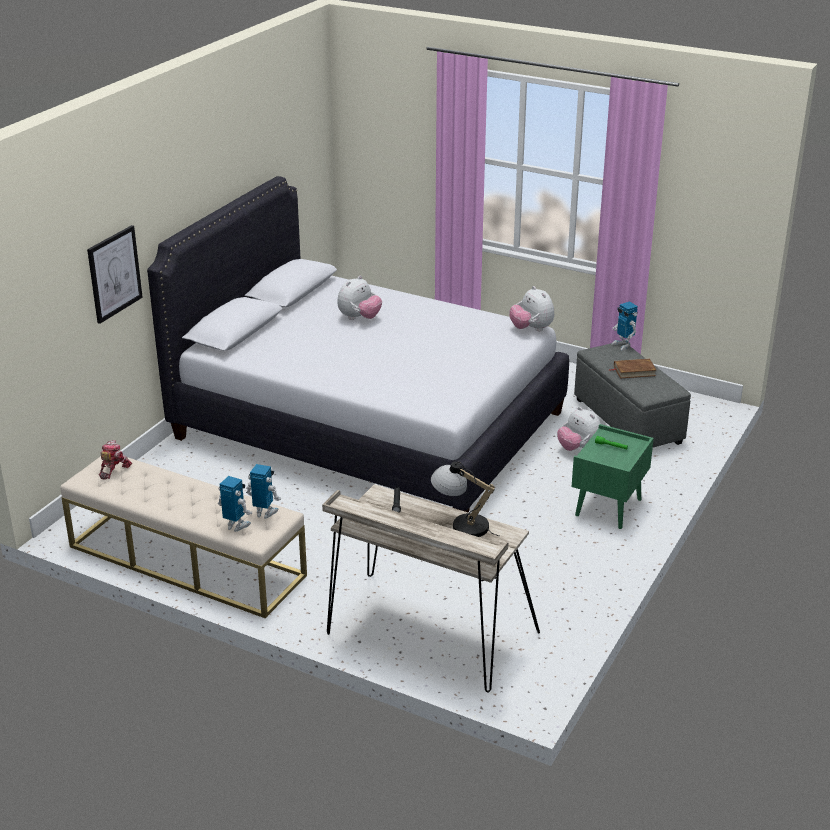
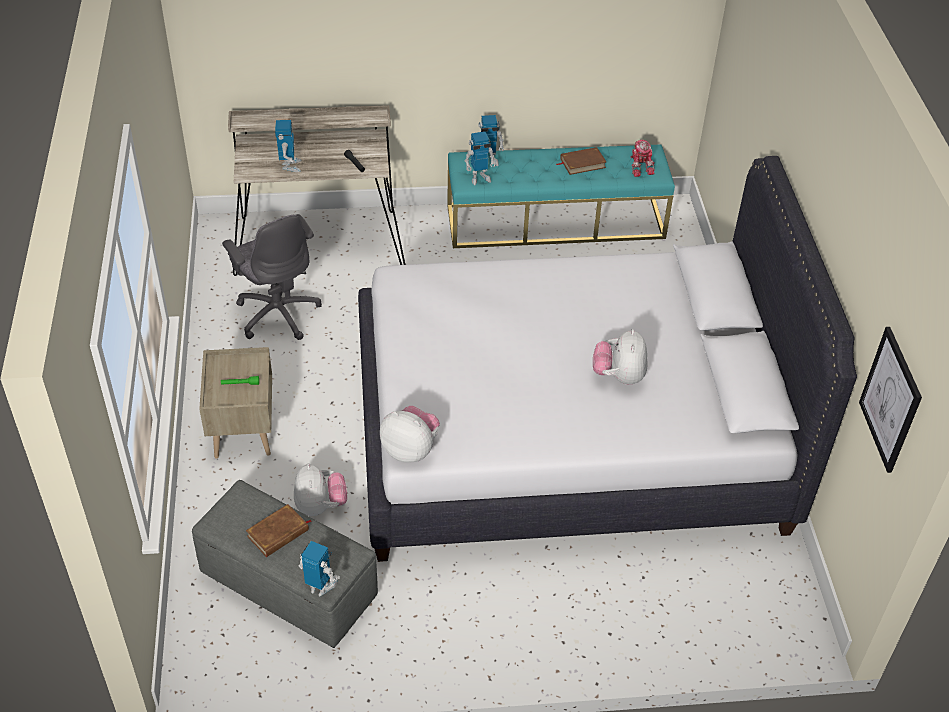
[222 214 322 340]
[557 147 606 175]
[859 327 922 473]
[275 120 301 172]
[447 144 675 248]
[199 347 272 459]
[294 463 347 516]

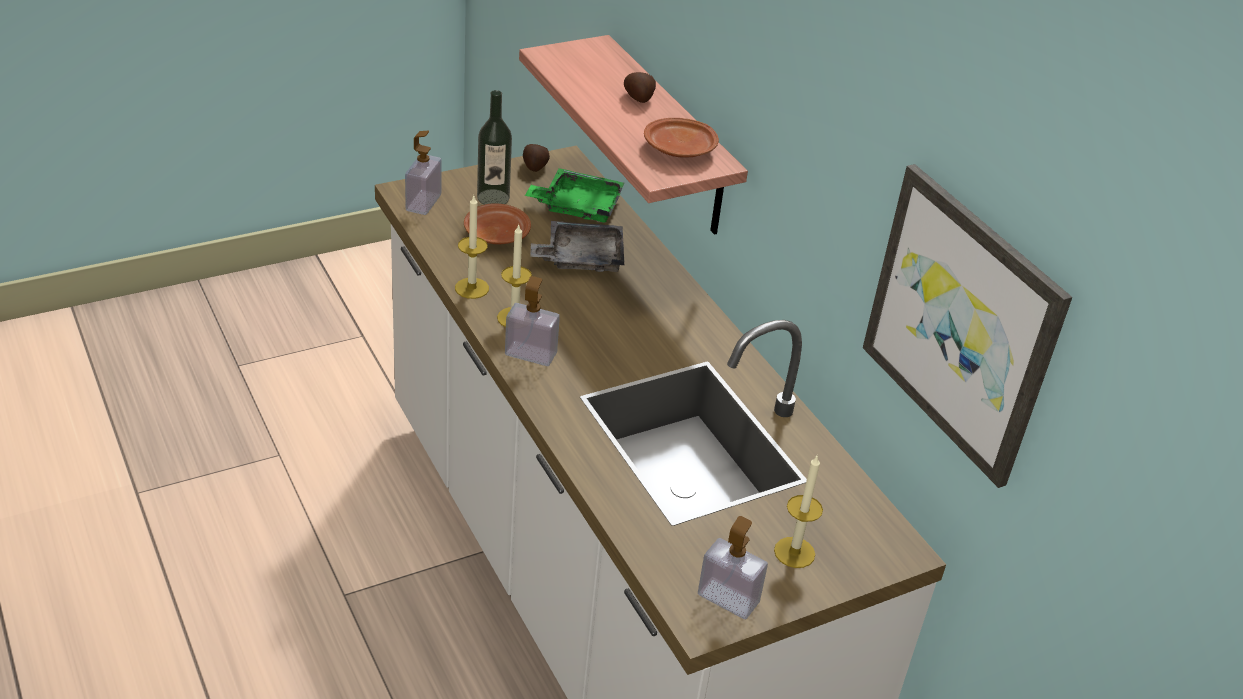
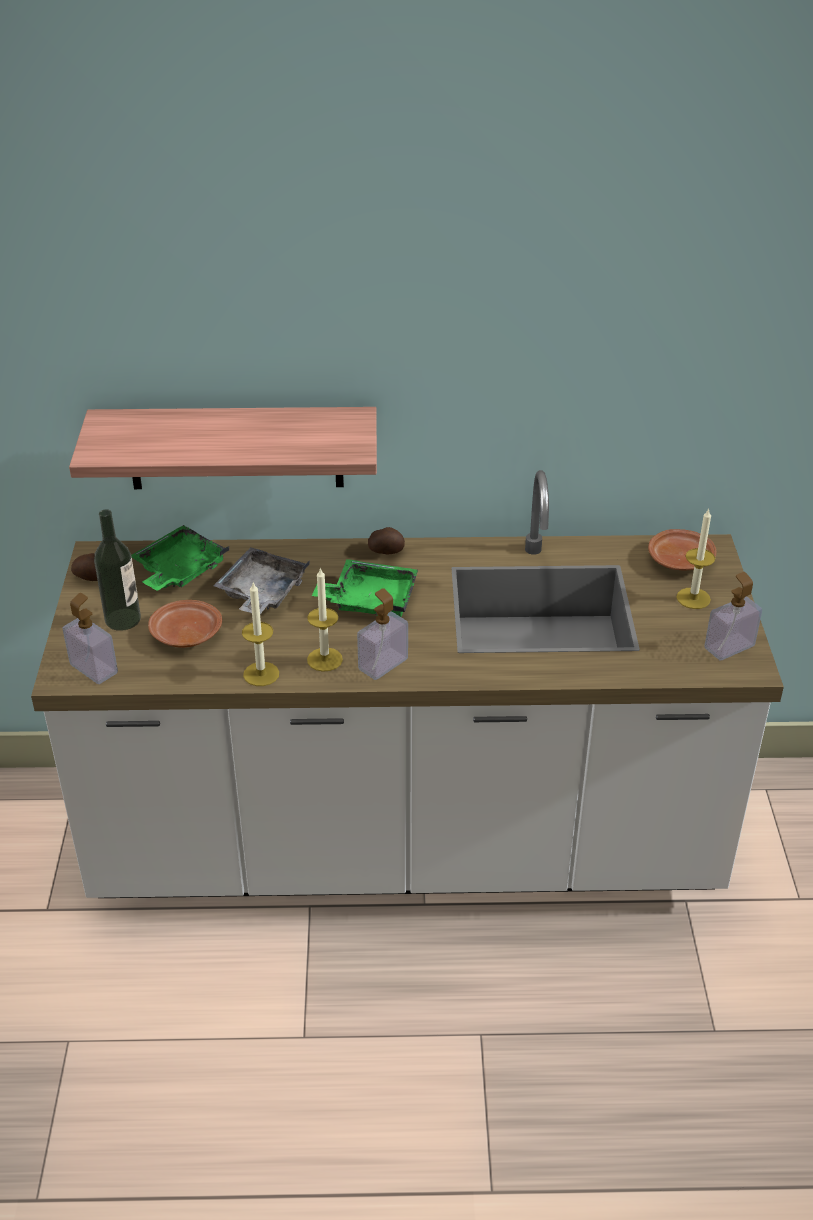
[863 164 1072 488] (first image)
[312 559 418 617]
[368 527 405 555]
[648 529 716 570]

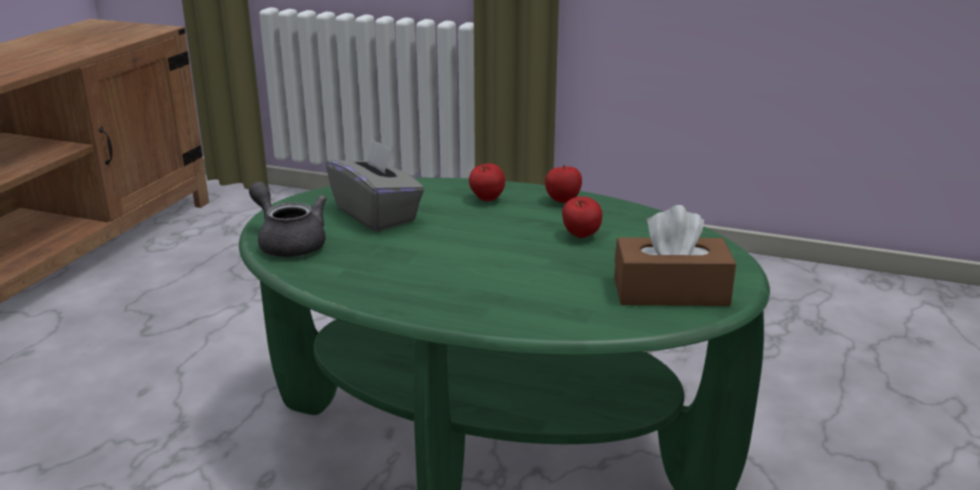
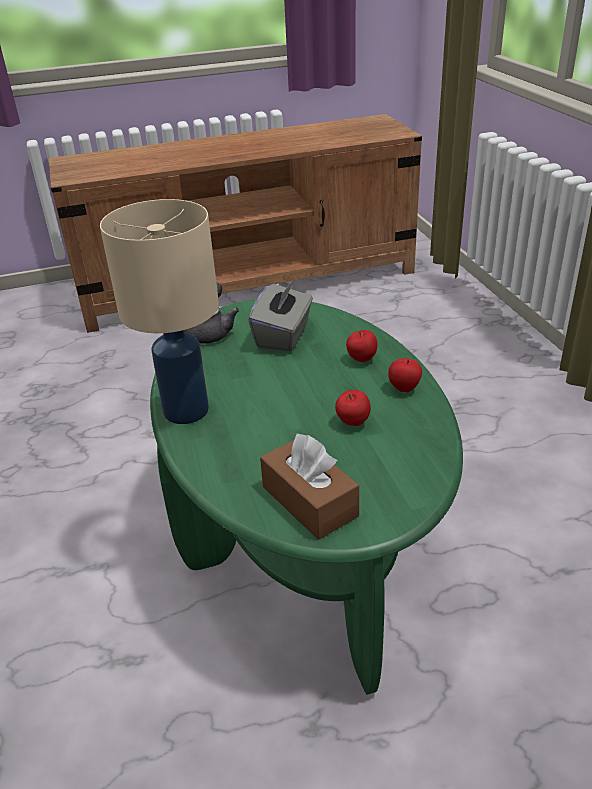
[100 199 219 424]

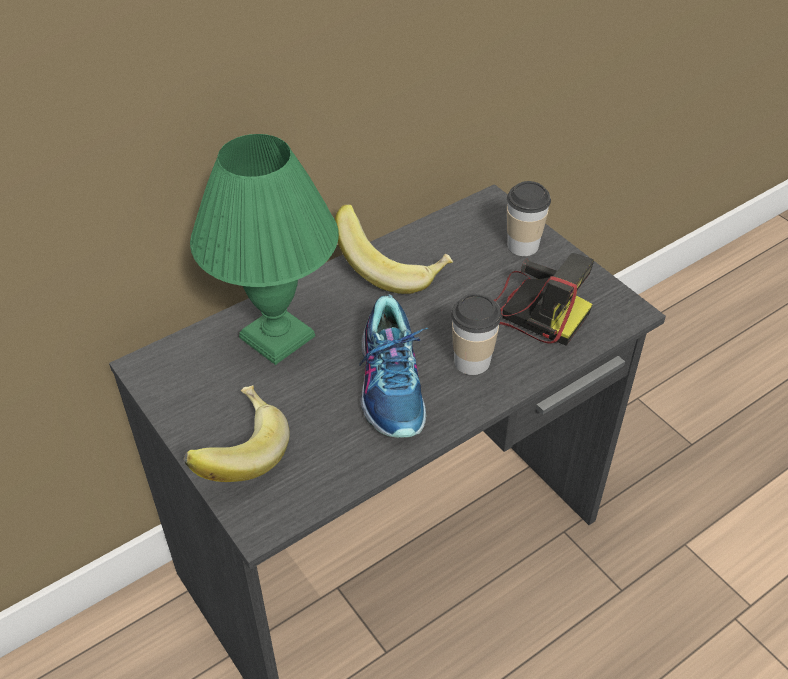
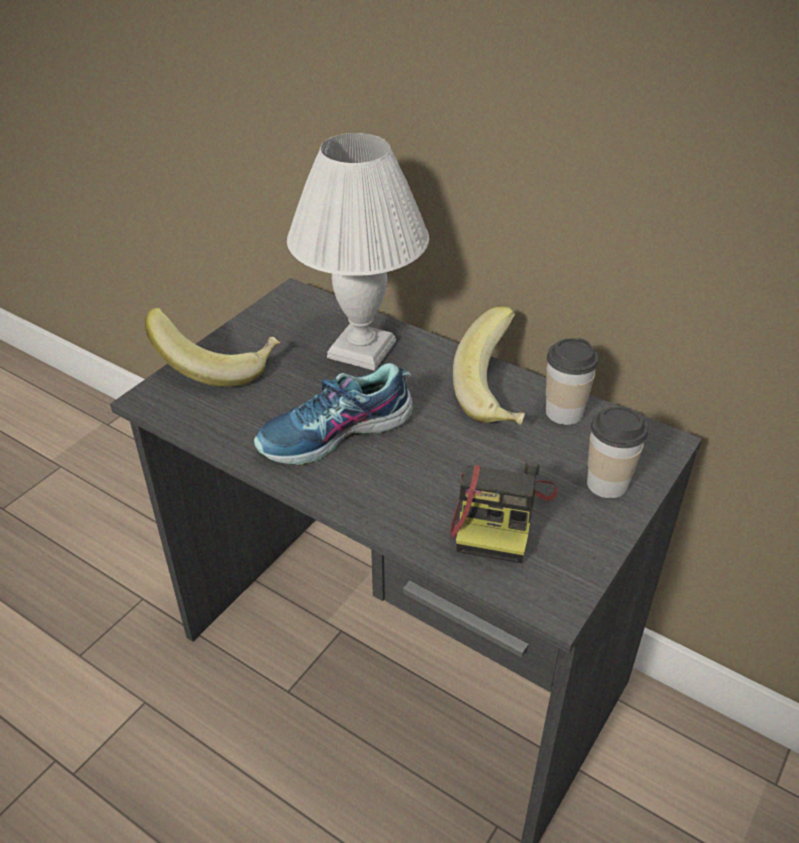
[546 338 599 425]
[287 133 429 371]

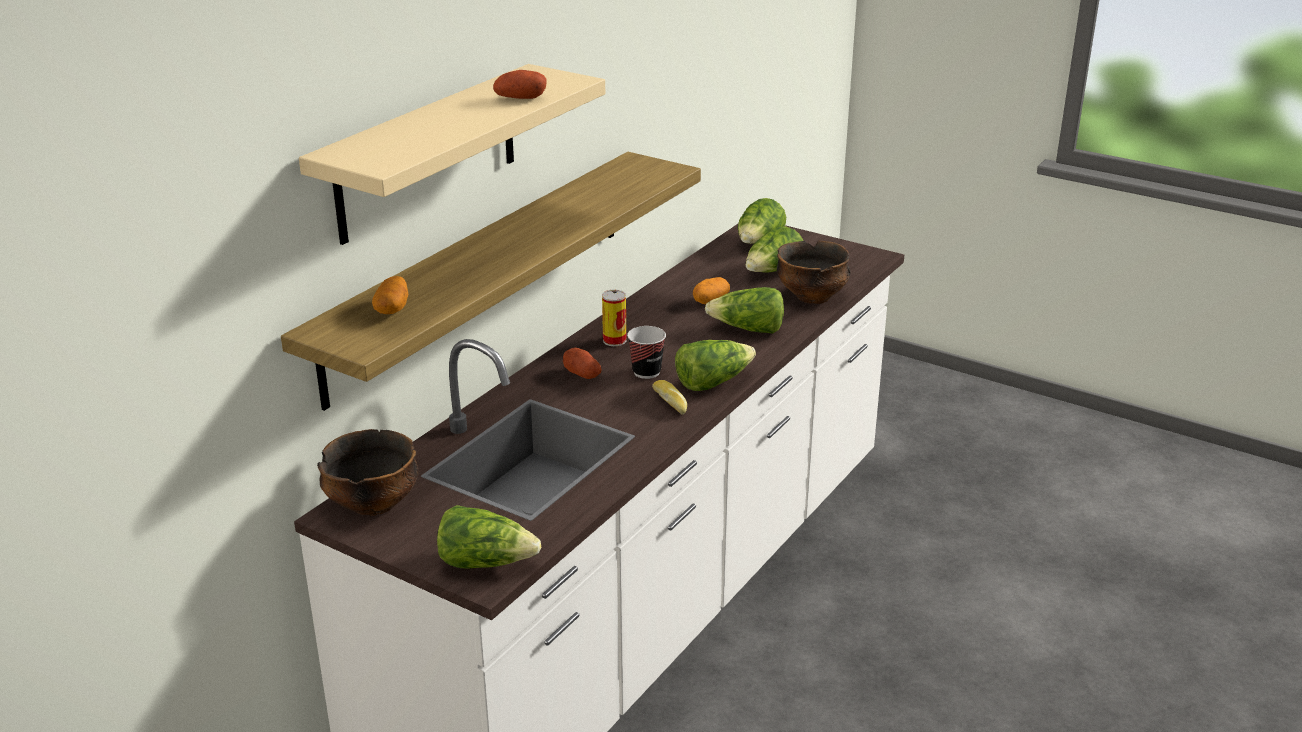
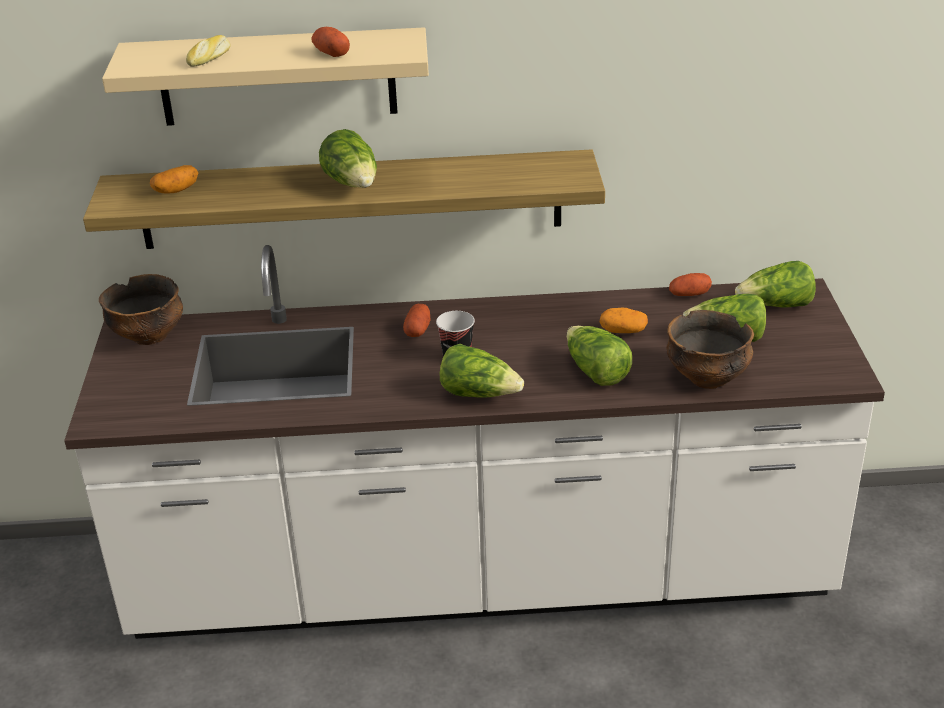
[602 289 626 346] (first image)
[669 273 712 296]
[319 129 377 188]
[186 35 231 67]

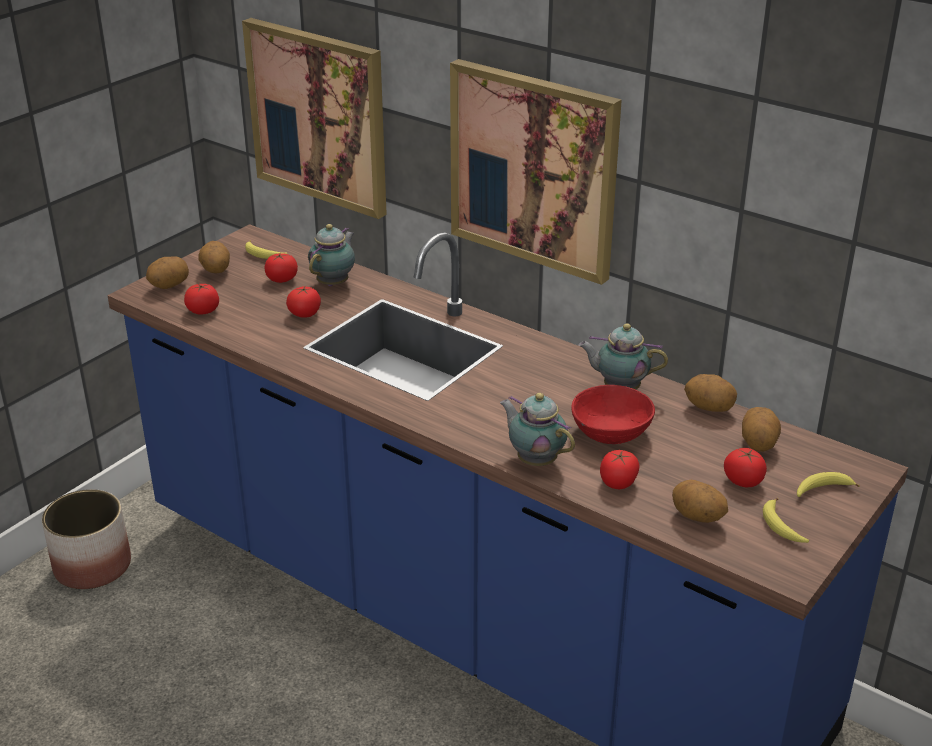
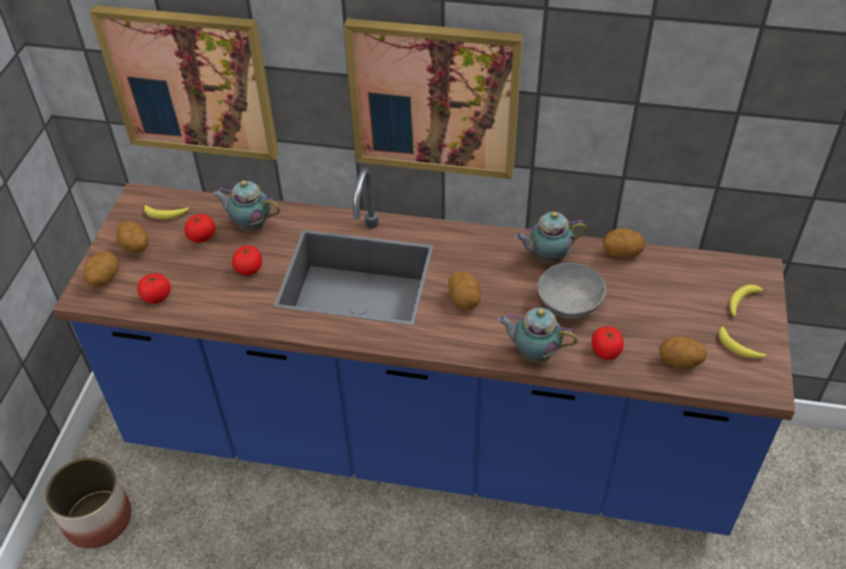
[724 448 767 487] (first image)
[448 271 481 310]
[537 263 606 319]
[212 181 280 231]

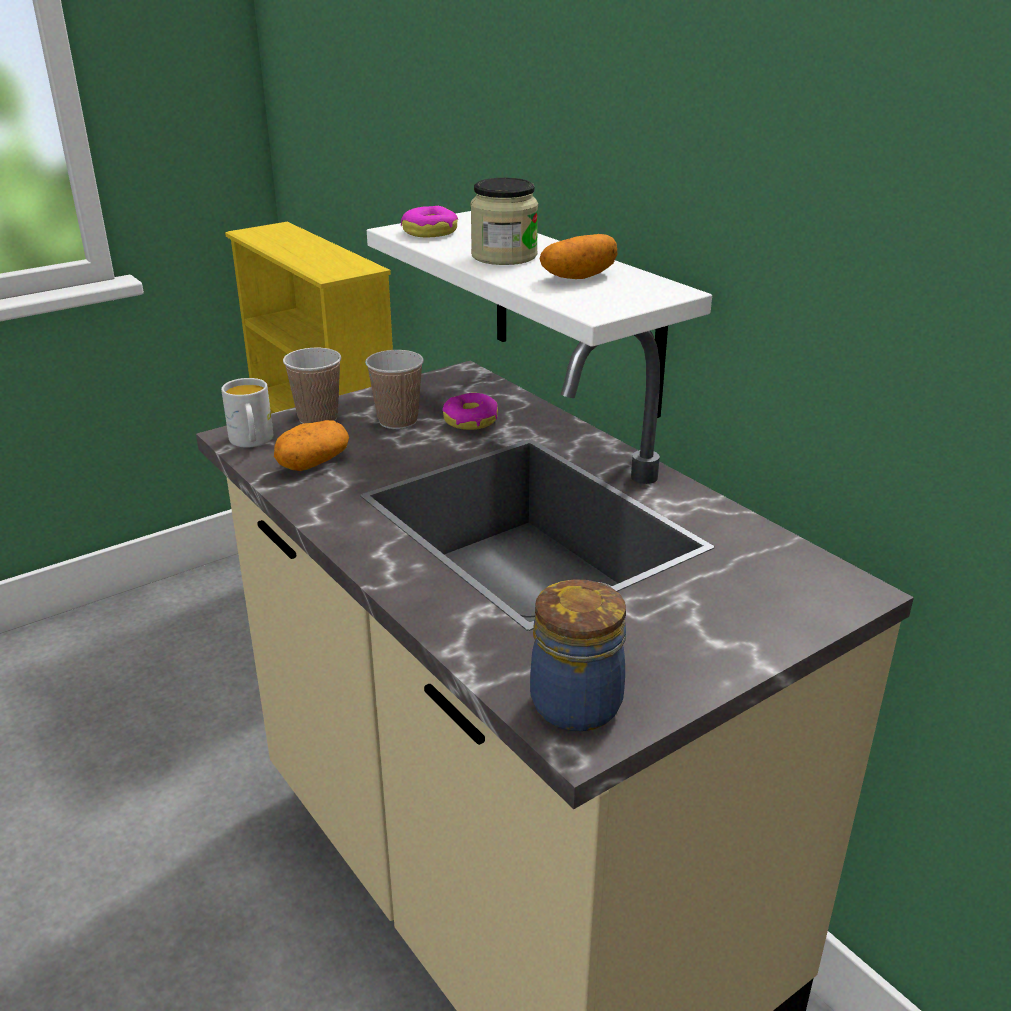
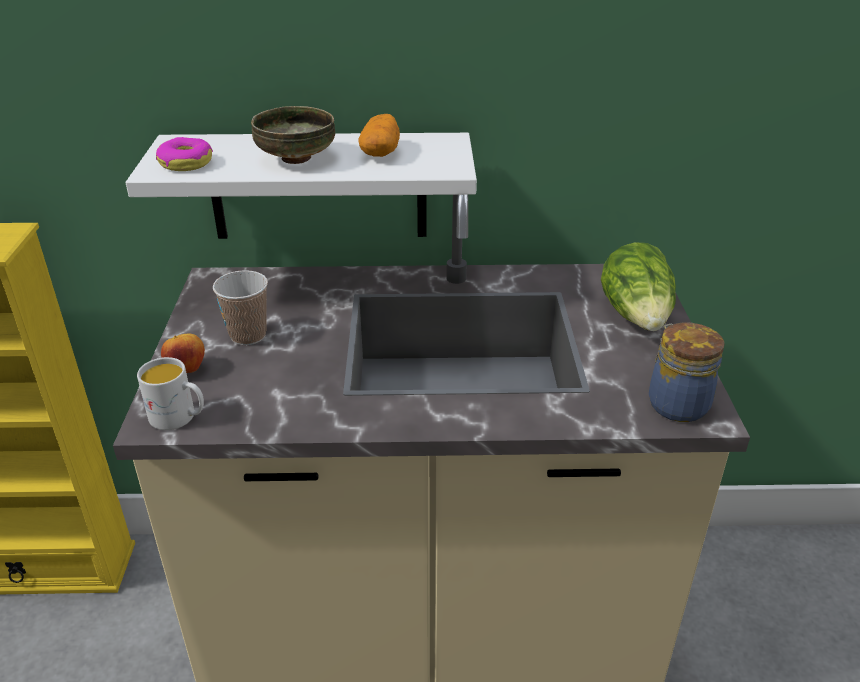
[274 420 349 471] (first image)
[442 393 498 430] (first image)
[601 242 676 331]
[161 334 205 373]
[251 106 335 164]

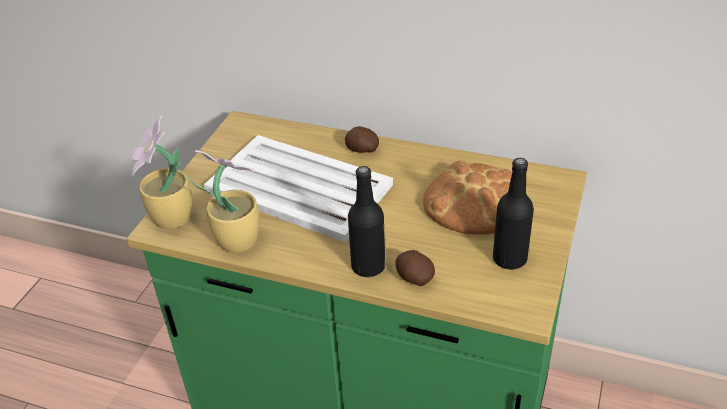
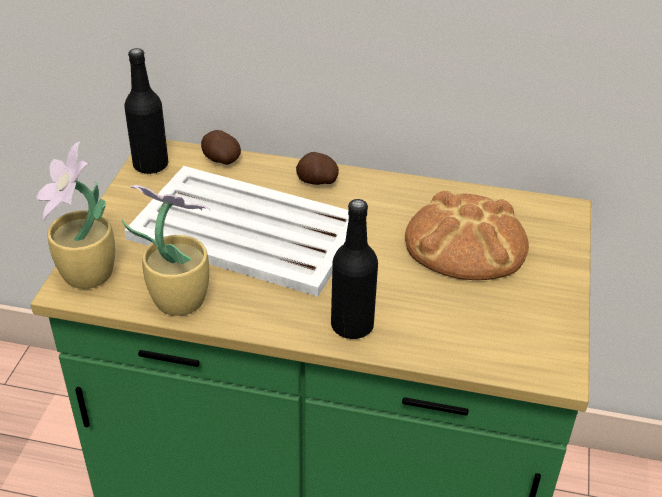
[201 130 241 165]
[124 48 168 174]

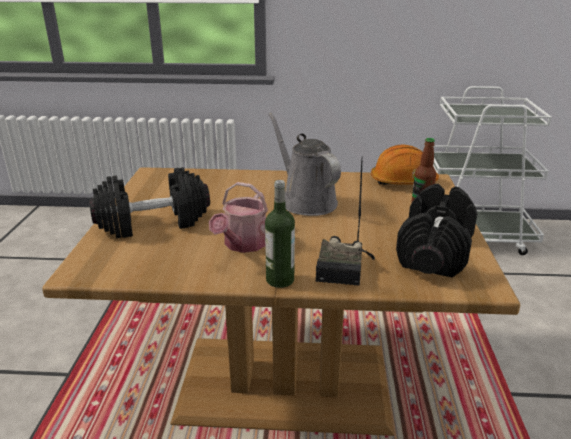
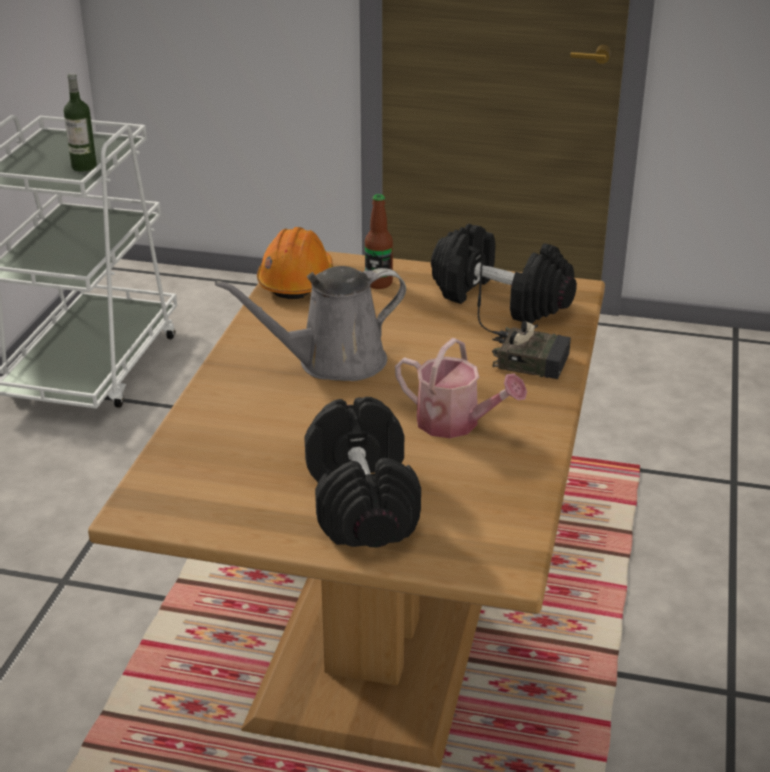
[64 73 97 171]

